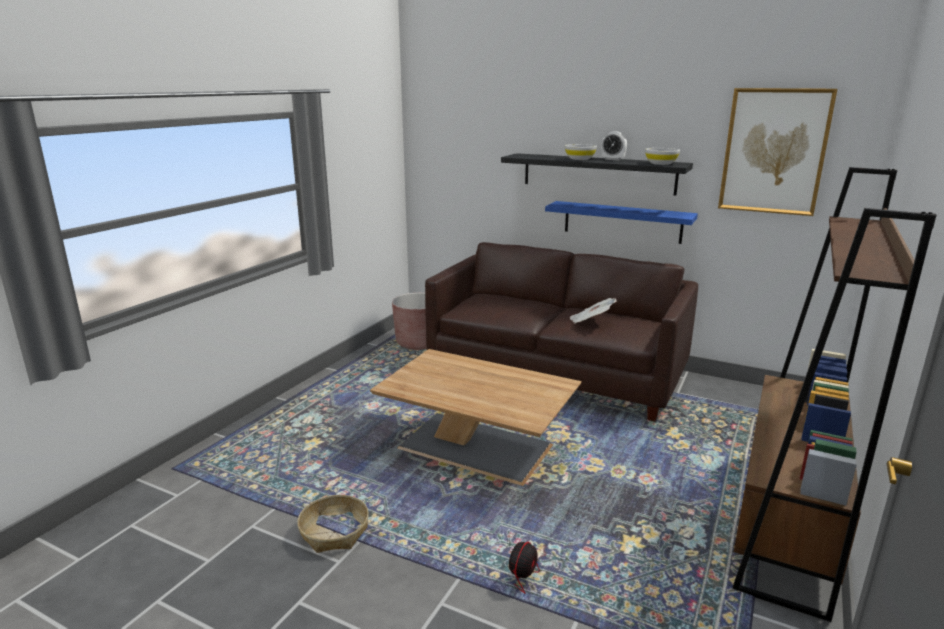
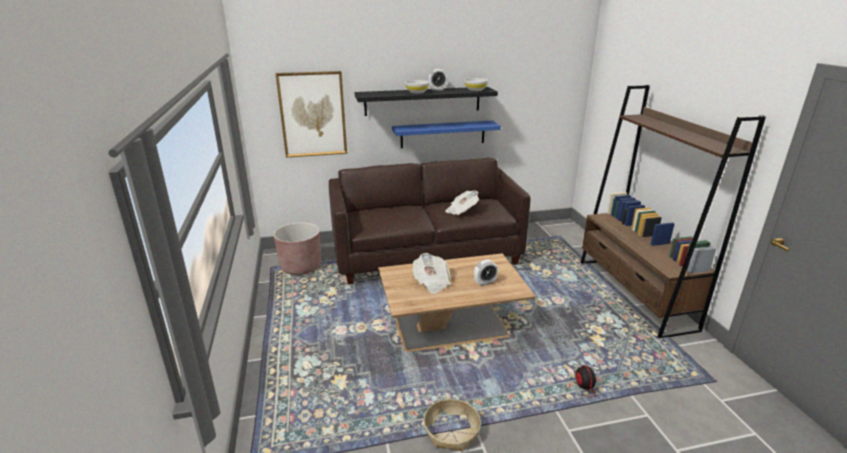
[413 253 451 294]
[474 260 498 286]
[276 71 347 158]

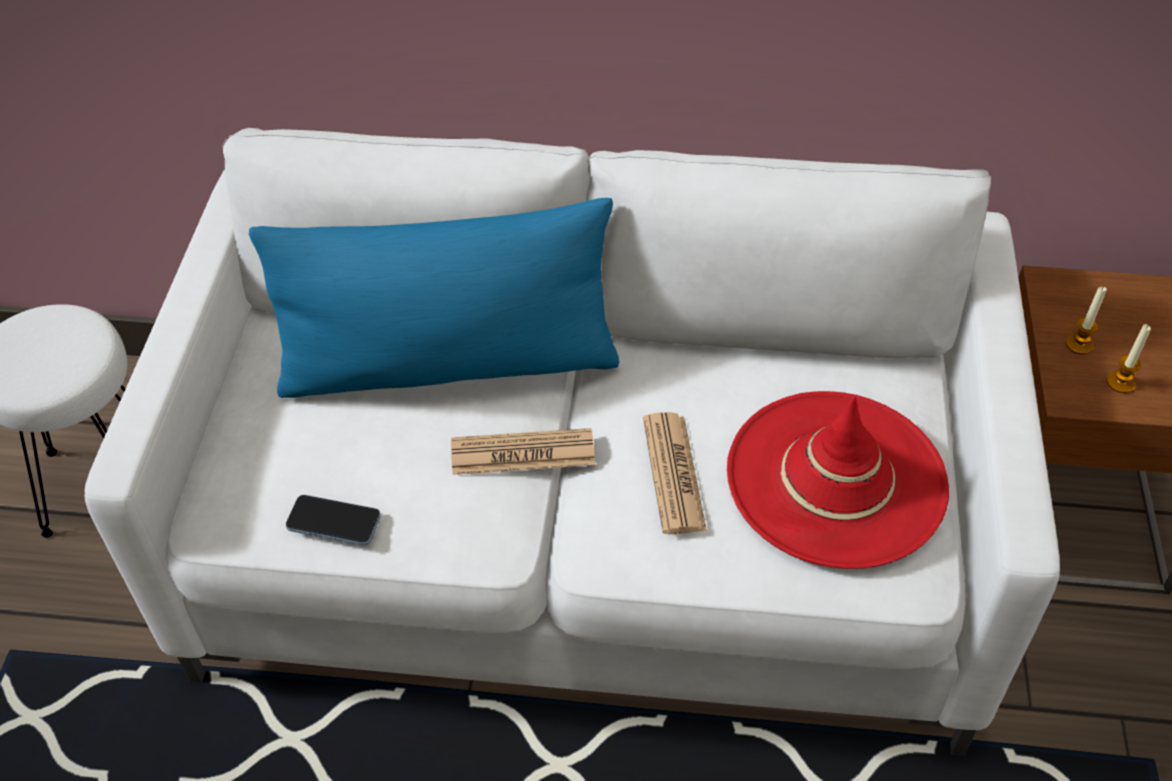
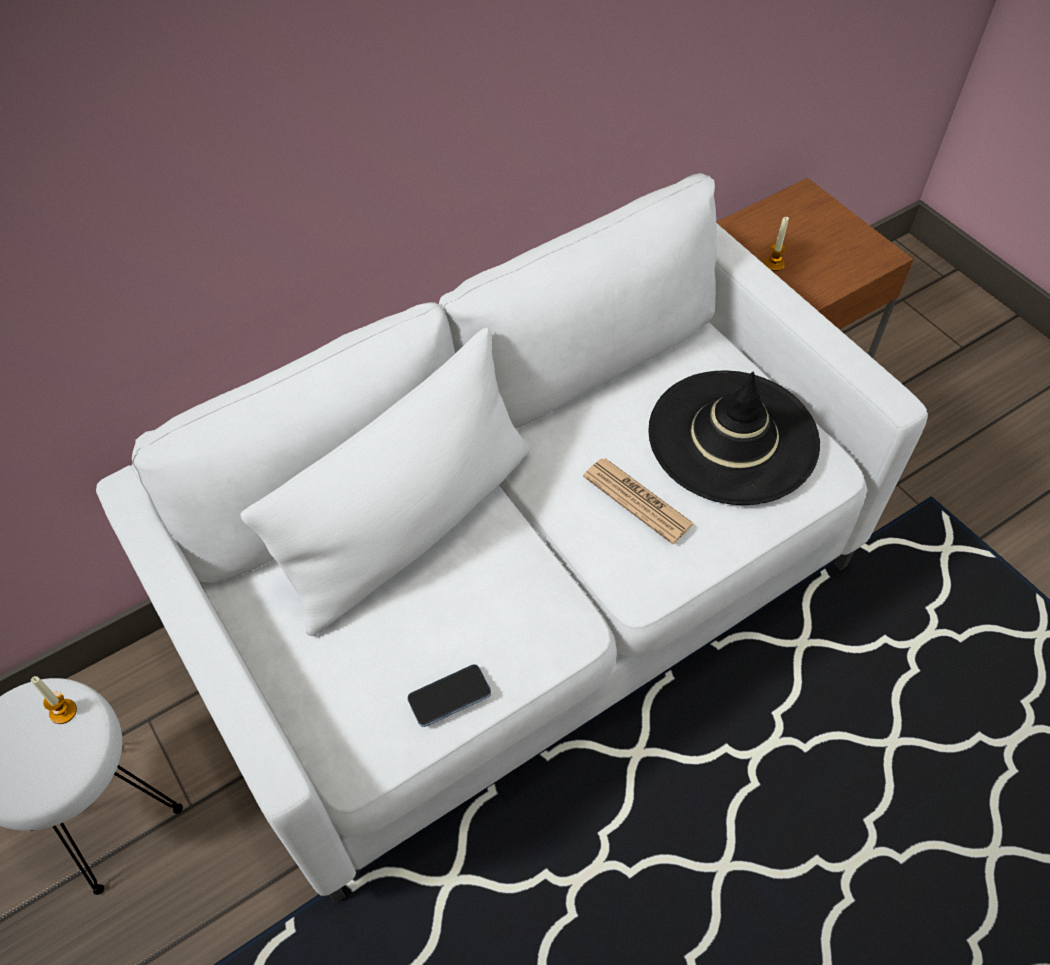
[451 428 595 475] (first image)
[31 676 77 724]
[240 328 529 636]
[648 370 820 505]

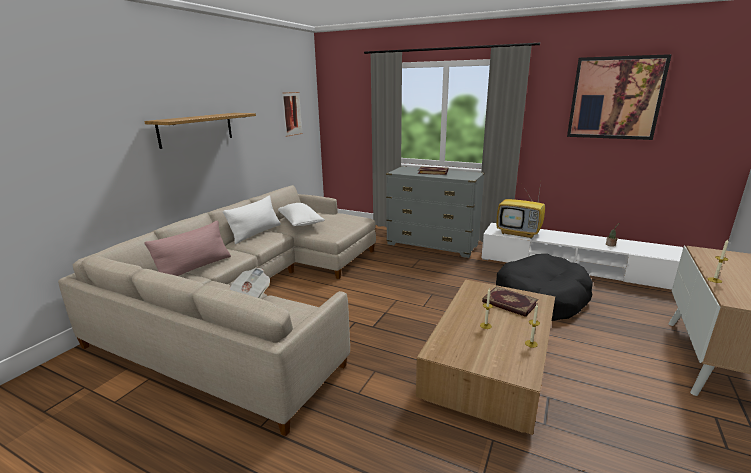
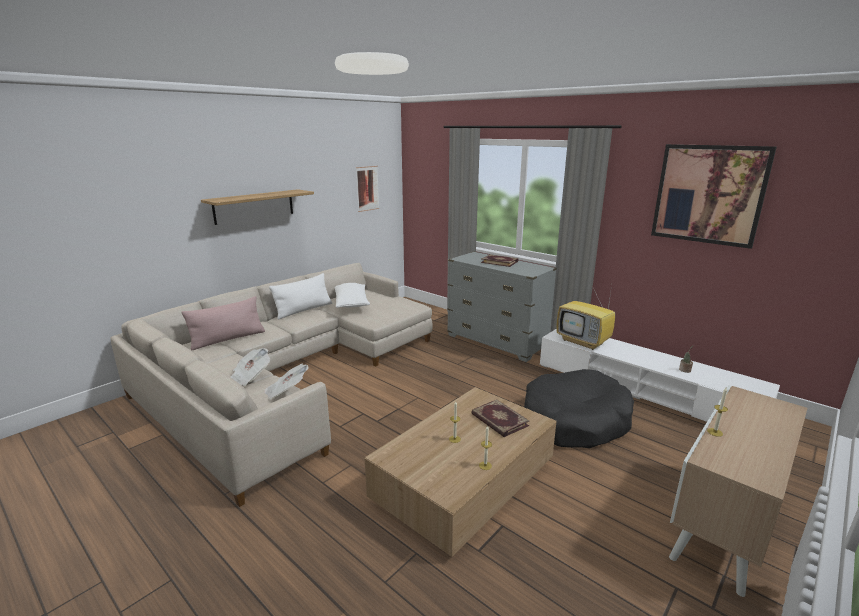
[264 364 309 400]

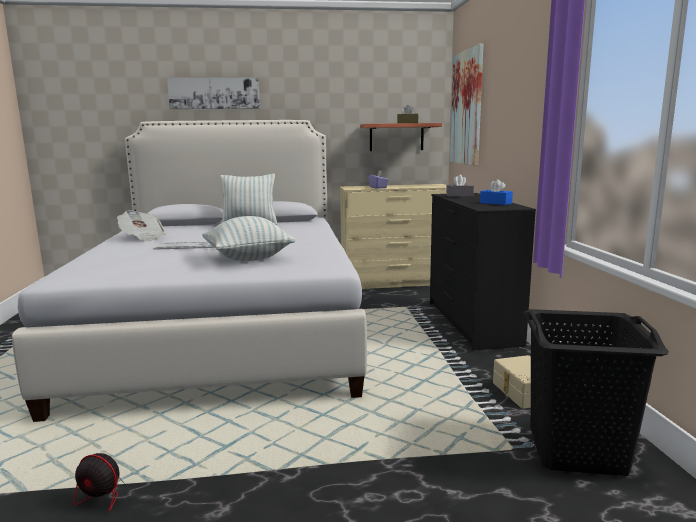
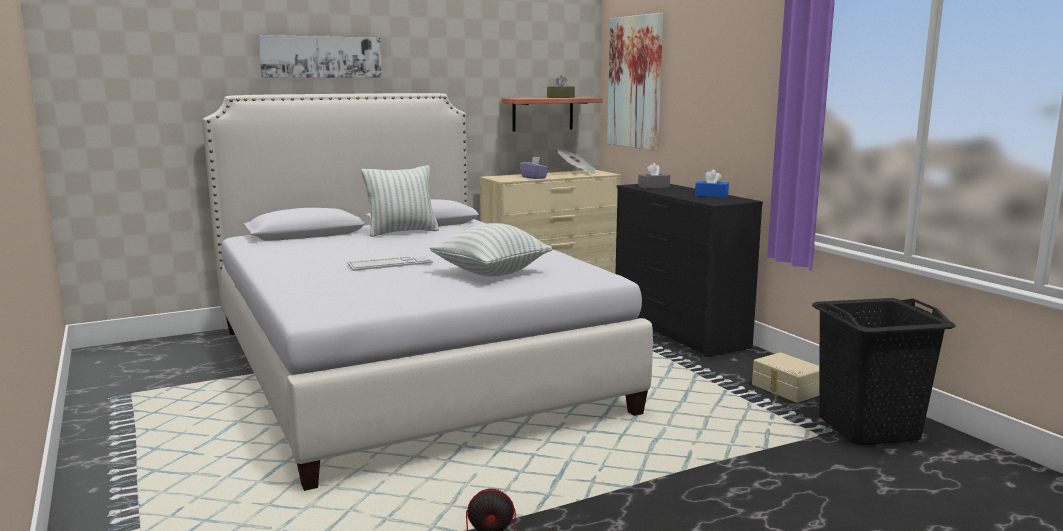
[557 148 596 174]

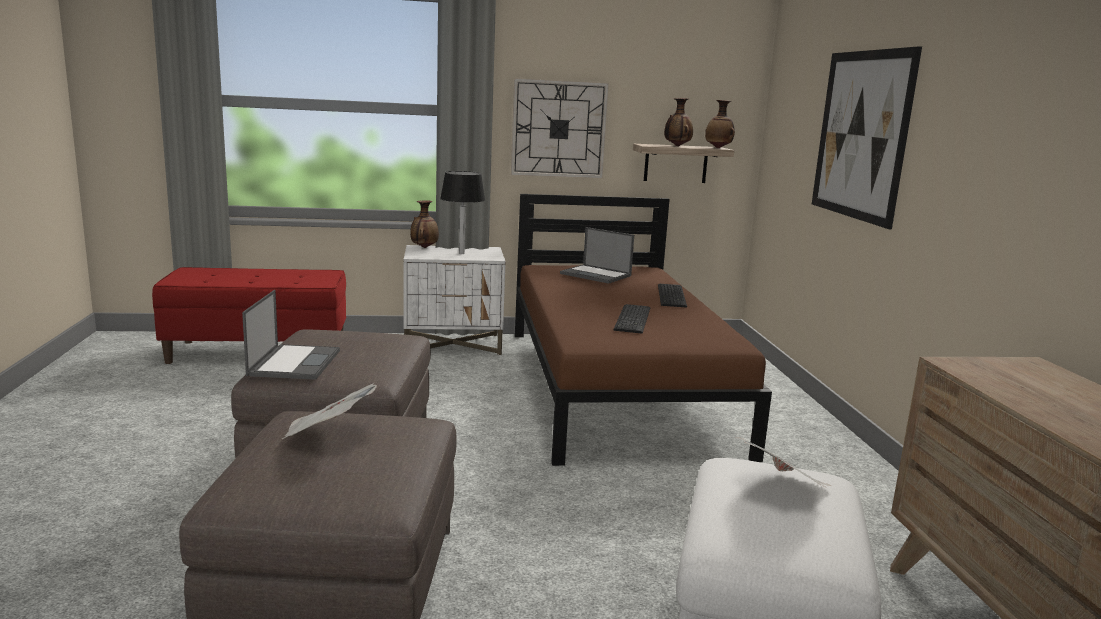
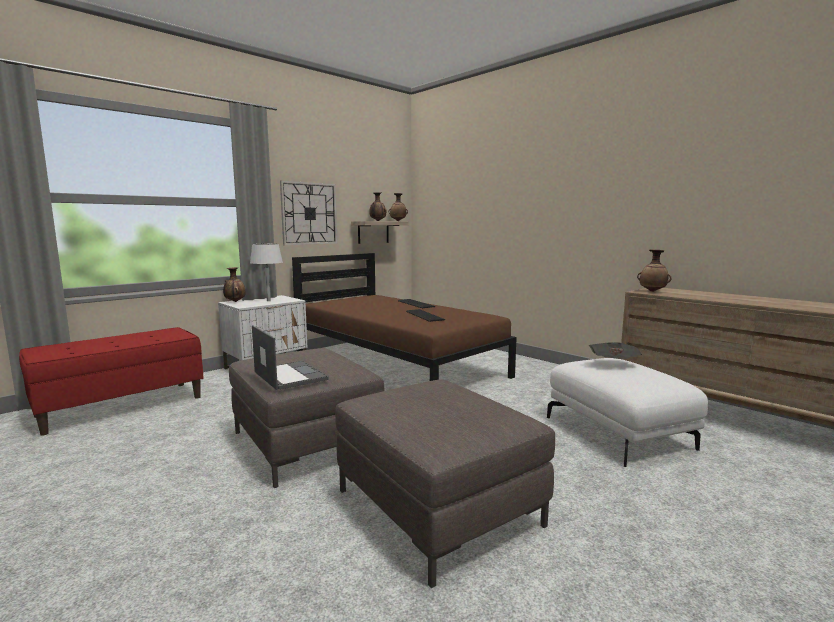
[282 383 377 439] (first image)
[560 227 634 284] (first image)
[812 46 922 230] (first image)
[637 250 671 292]
[250 244 283 301]

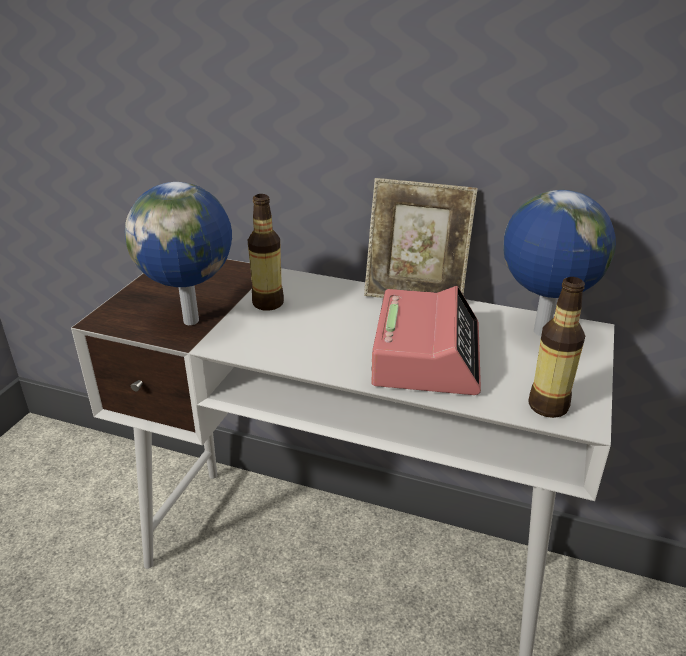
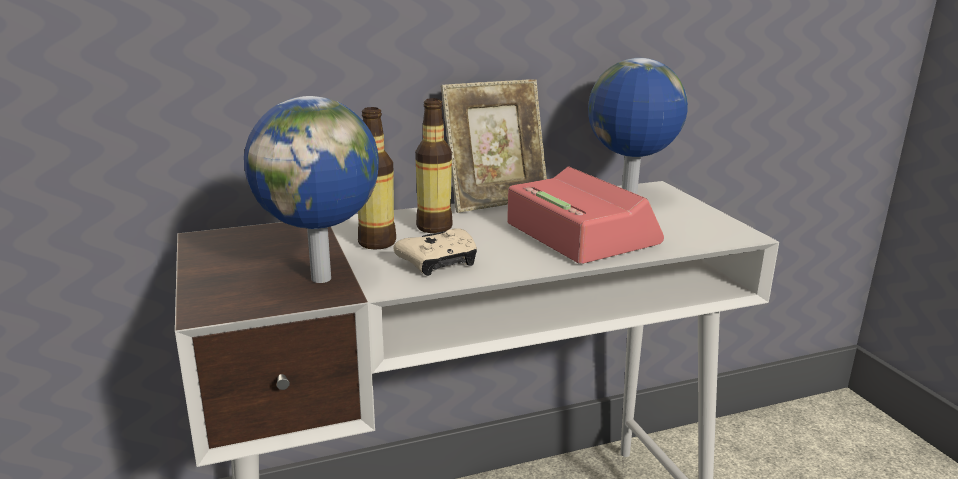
[393 228 477 276]
[415 98 453 233]

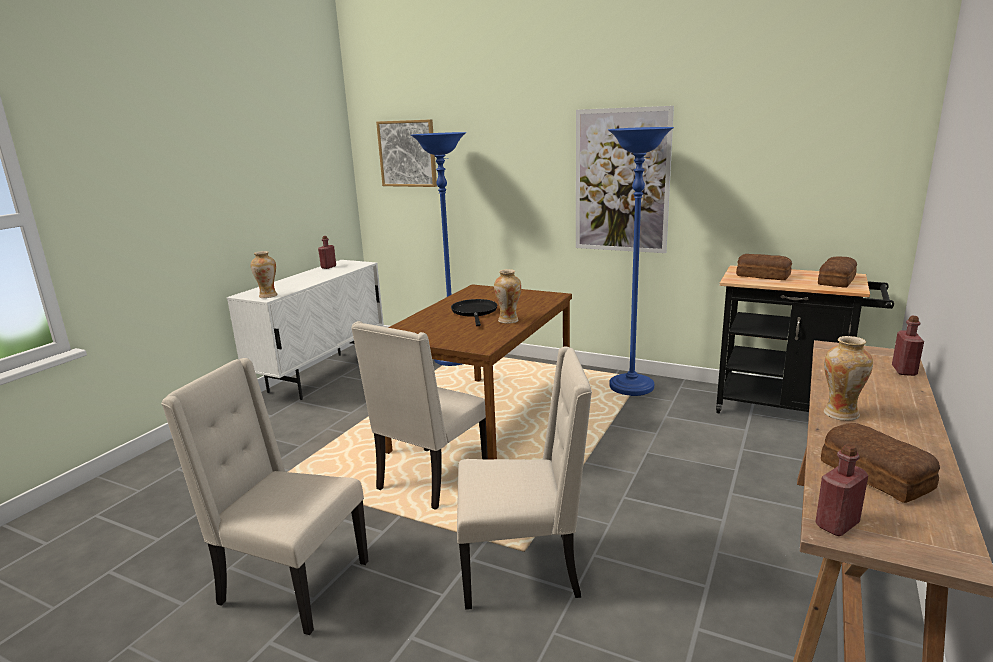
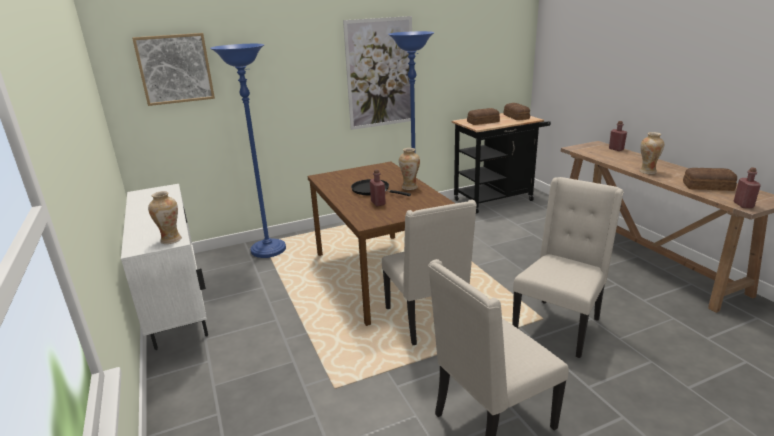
[370 169 386 206]

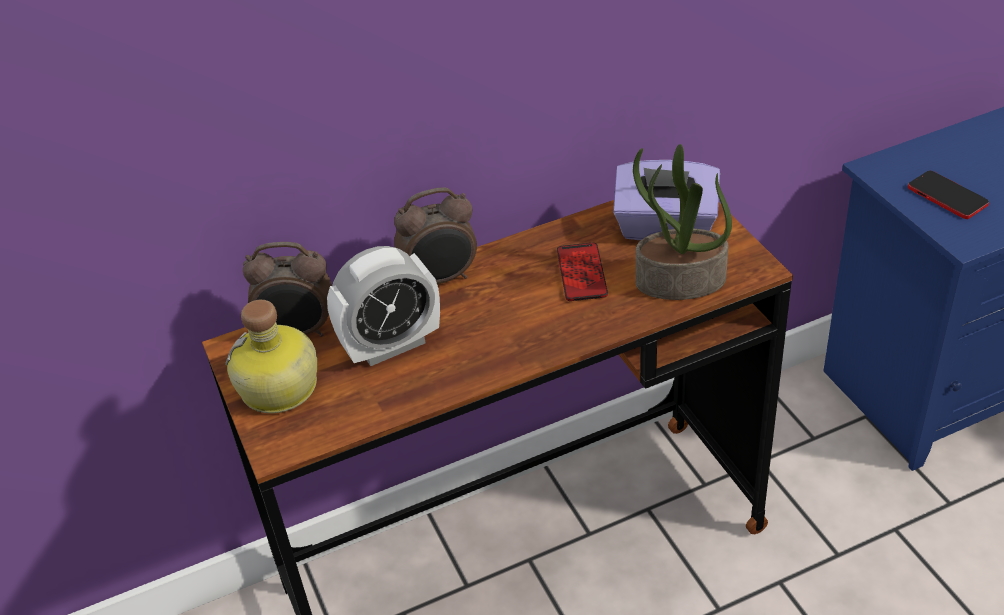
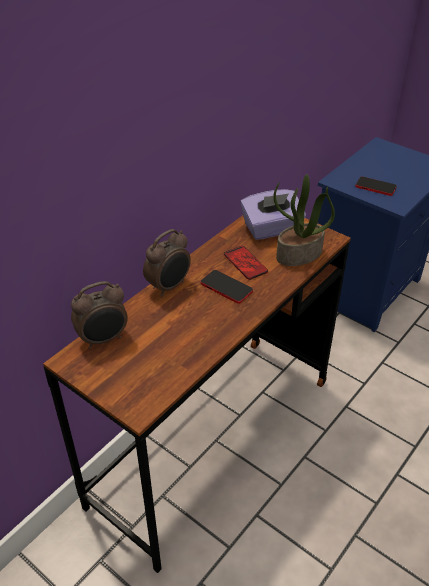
[225 300 317 413] (first image)
[327 246 440 366] (first image)
[201 270 253 304]

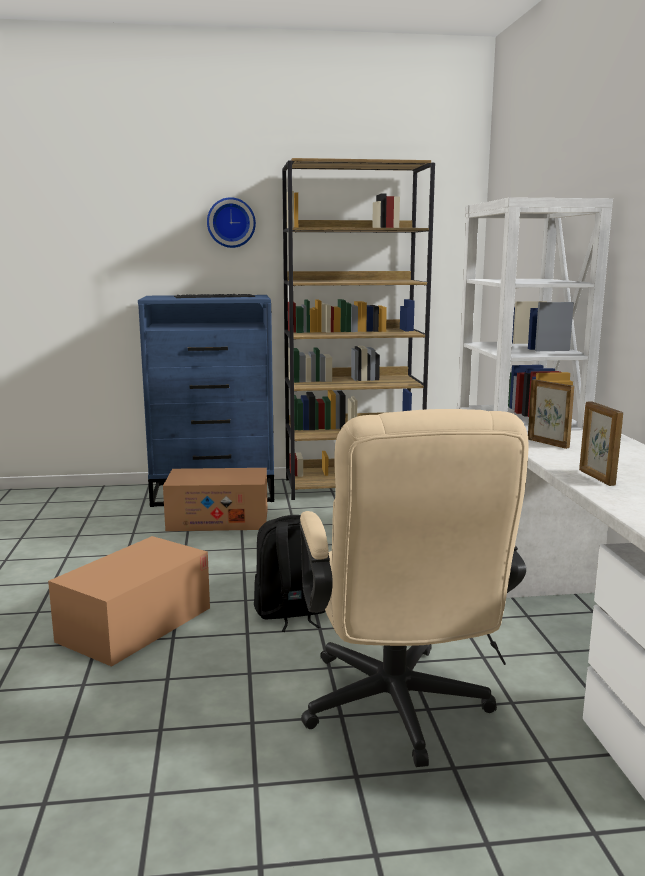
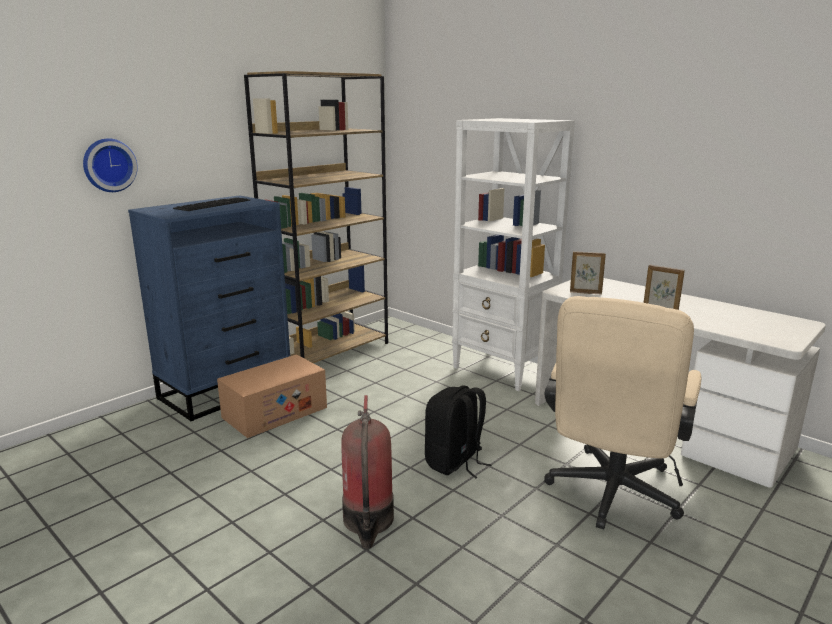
[83 138 138 192]
[341 395 394 549]
[544 296 701 529]

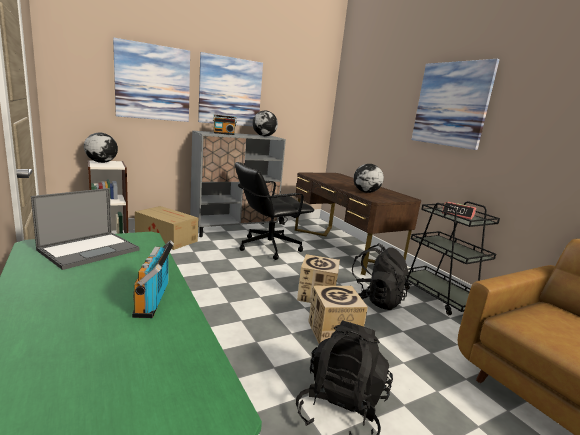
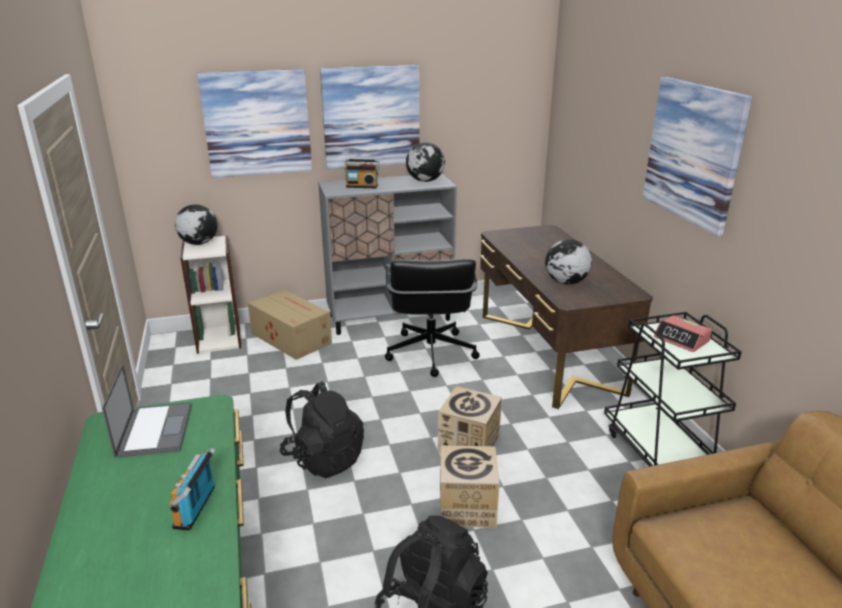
[279 381 364 479]
[102 364 192 458]
[385 259 480 377]

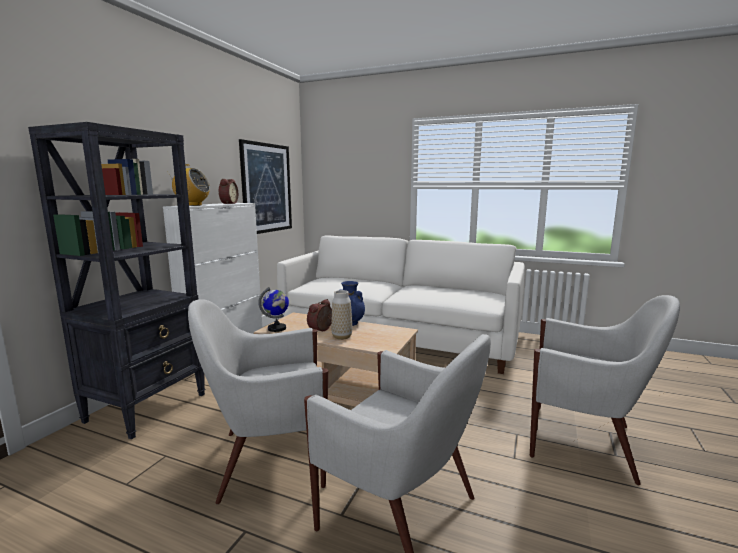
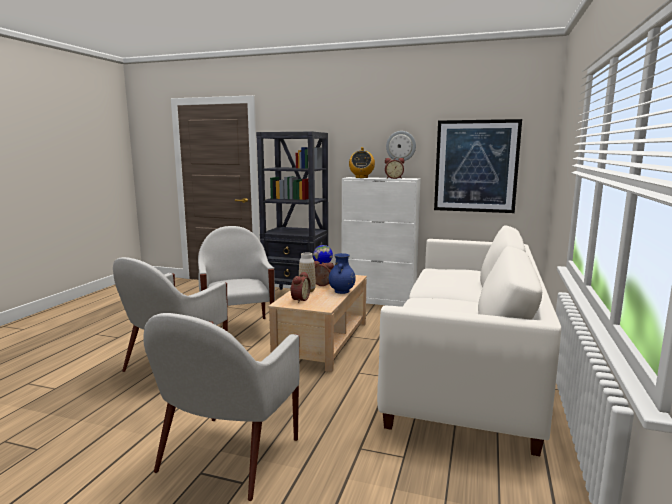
[290 272 311 303]
[386 131 416 161]

